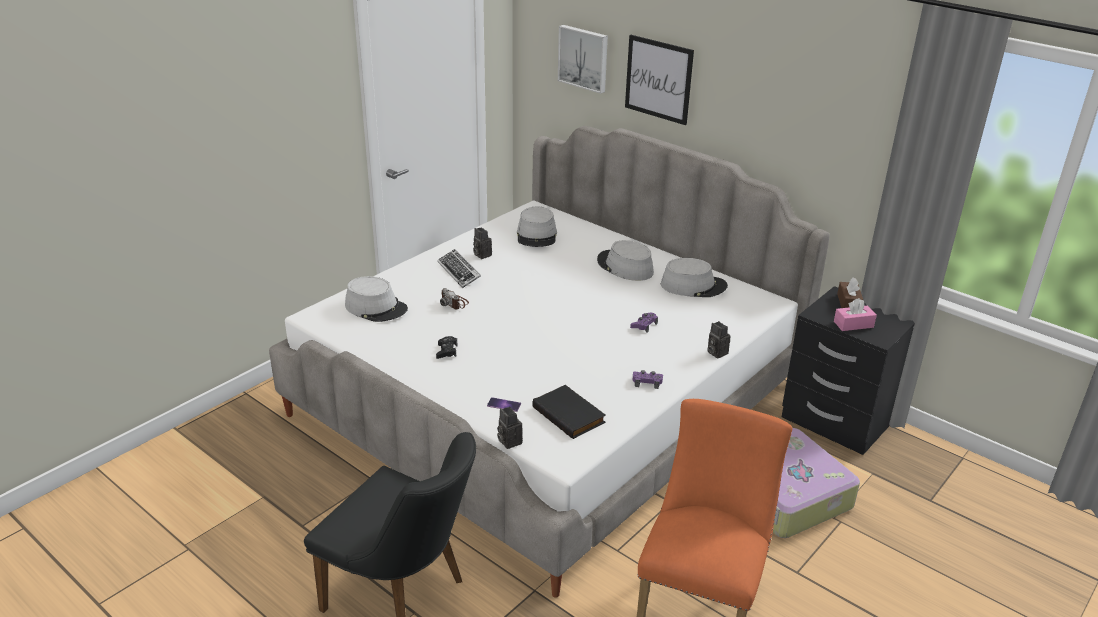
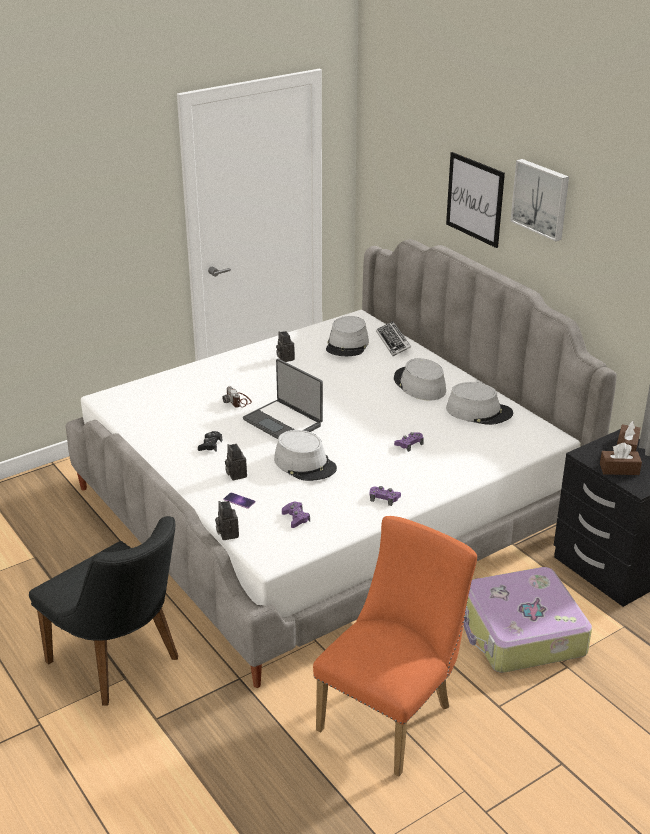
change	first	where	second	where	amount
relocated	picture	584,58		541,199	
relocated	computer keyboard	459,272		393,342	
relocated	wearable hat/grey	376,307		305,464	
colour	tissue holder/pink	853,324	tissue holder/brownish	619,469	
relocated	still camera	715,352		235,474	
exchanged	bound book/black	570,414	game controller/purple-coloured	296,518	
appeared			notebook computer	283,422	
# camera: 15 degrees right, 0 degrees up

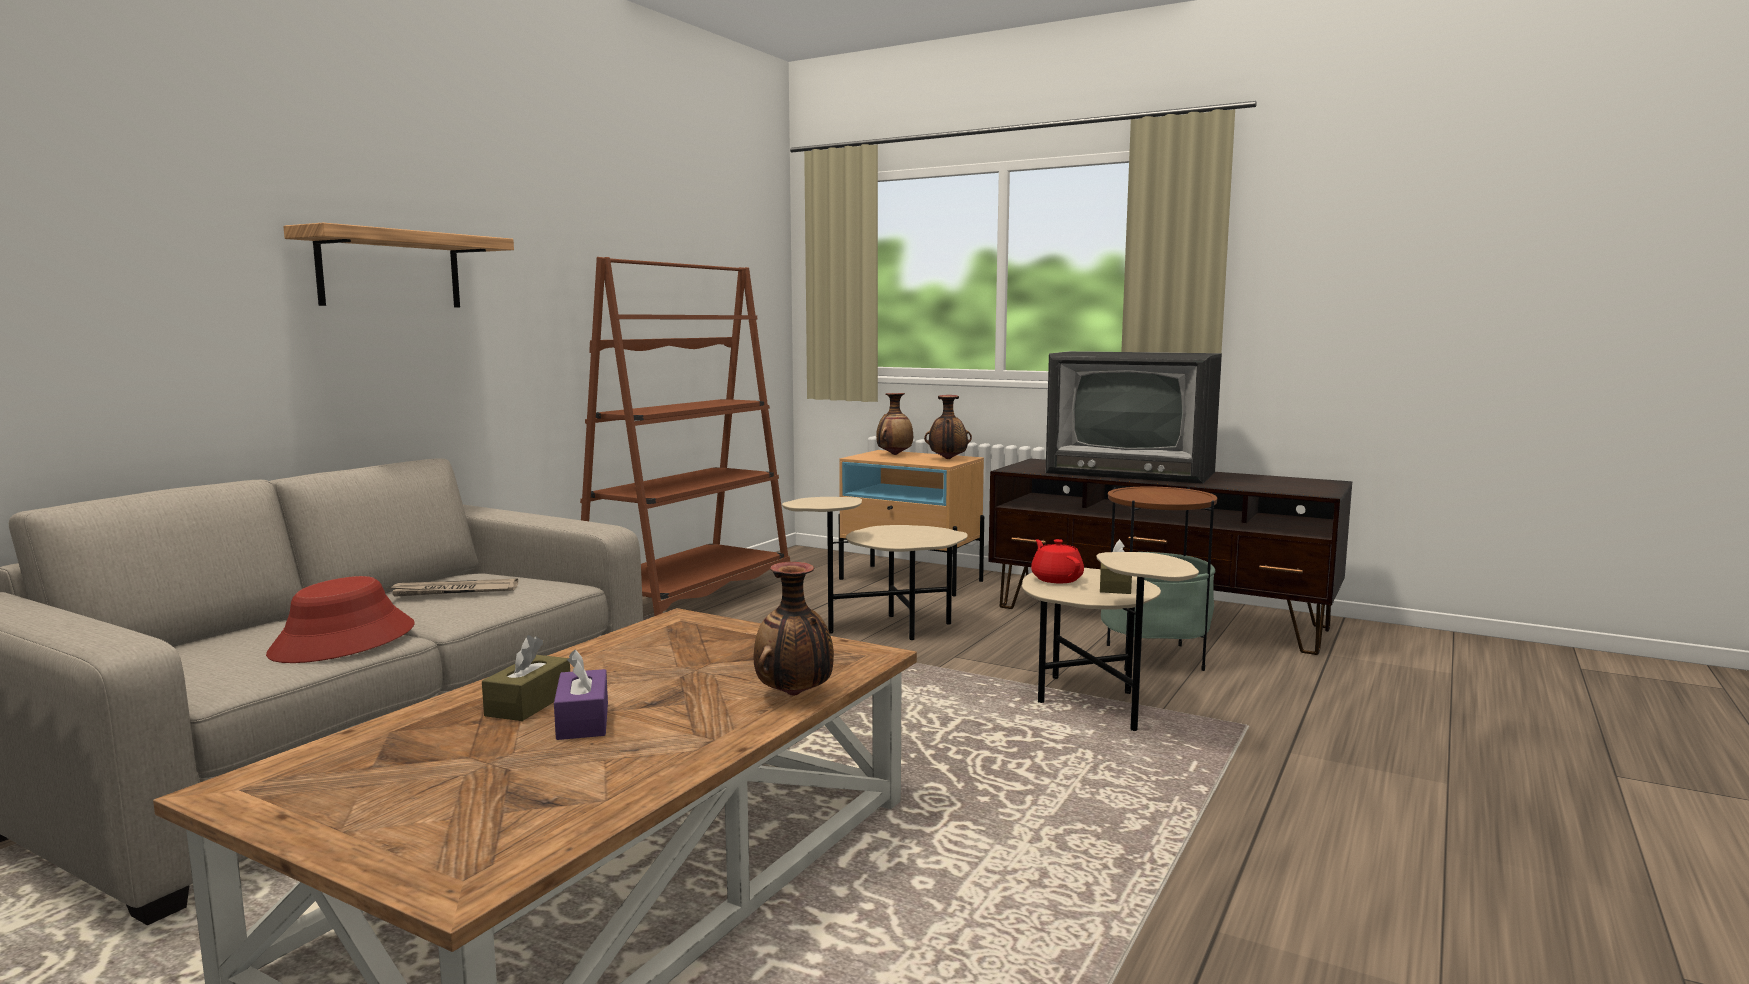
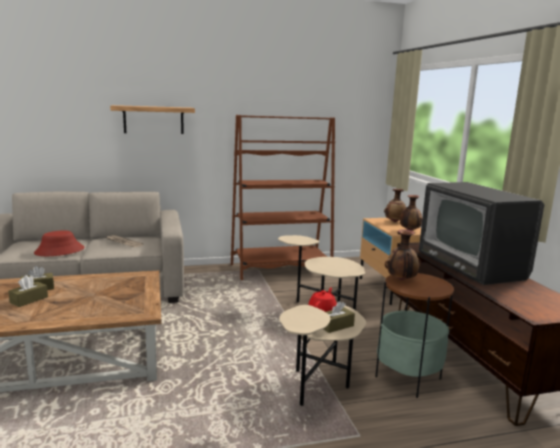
change	first	where	second	where	amount
relocated	flower vase	795,695		401,280	
colour	tissue holder/purple-coloured	583,721	tissue holder/brownish	29,300	
# camera: 45 degrees right, 5 degrees up

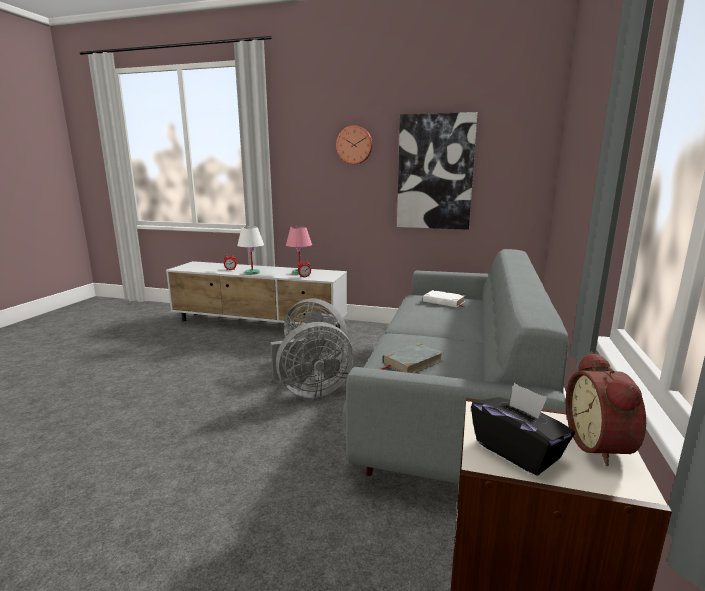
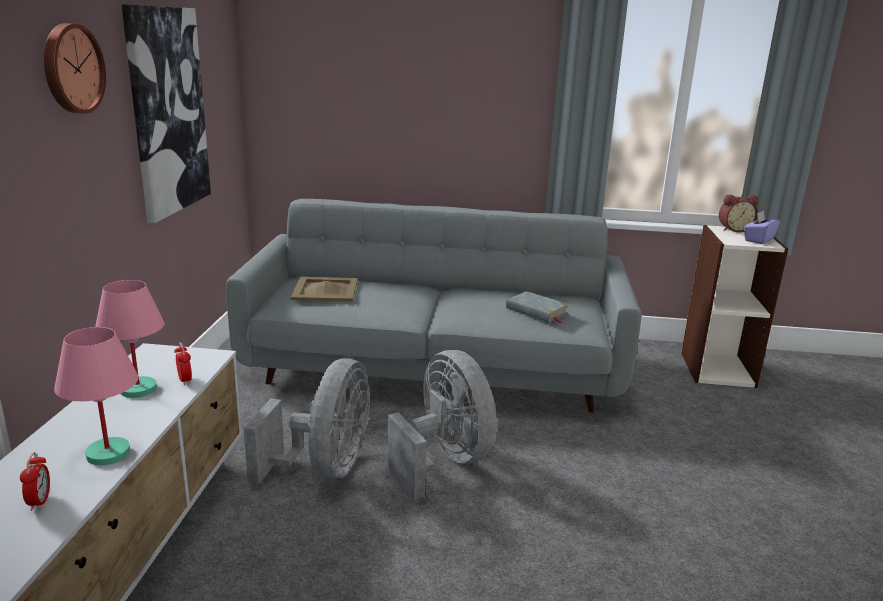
change	first	where	second	where	amount
colour	lamp for a table/whitish	252,273	lamp for a table/pink	109,453	
exchanged	bound book/whitish	444,301	serving tray/sand-coloured	325,290	
colour	tissue holder/black	517,451	tissue holder/purple-coloured	758,240	
# camera: 100 degrees left, 5 degrees up

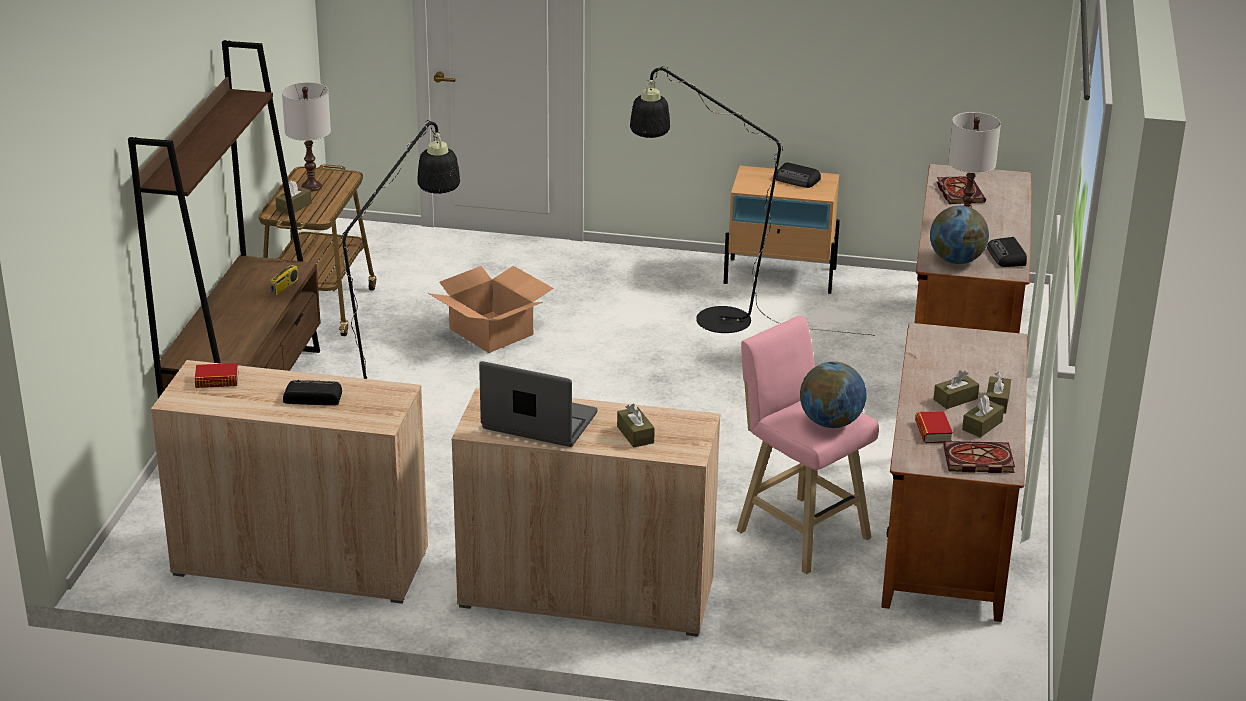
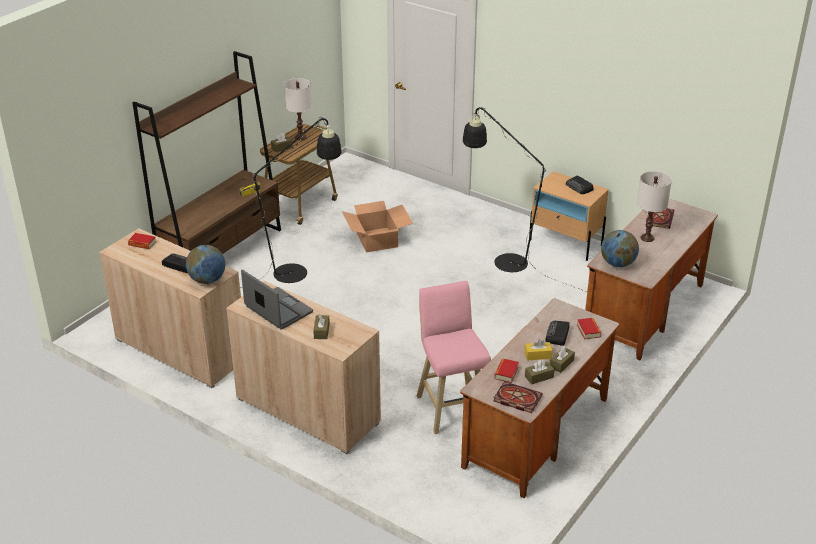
change	first	where	second	where	amount
relocated	radio	1007,257		557,335	
relocated	desk globe	831,423		207,280	
colour	tissue holder/brownish	955,399	tissue holder/yellow	538,355	
appeared			bound book	588,331	
# camera: 25 degrees right, 5 degrees up

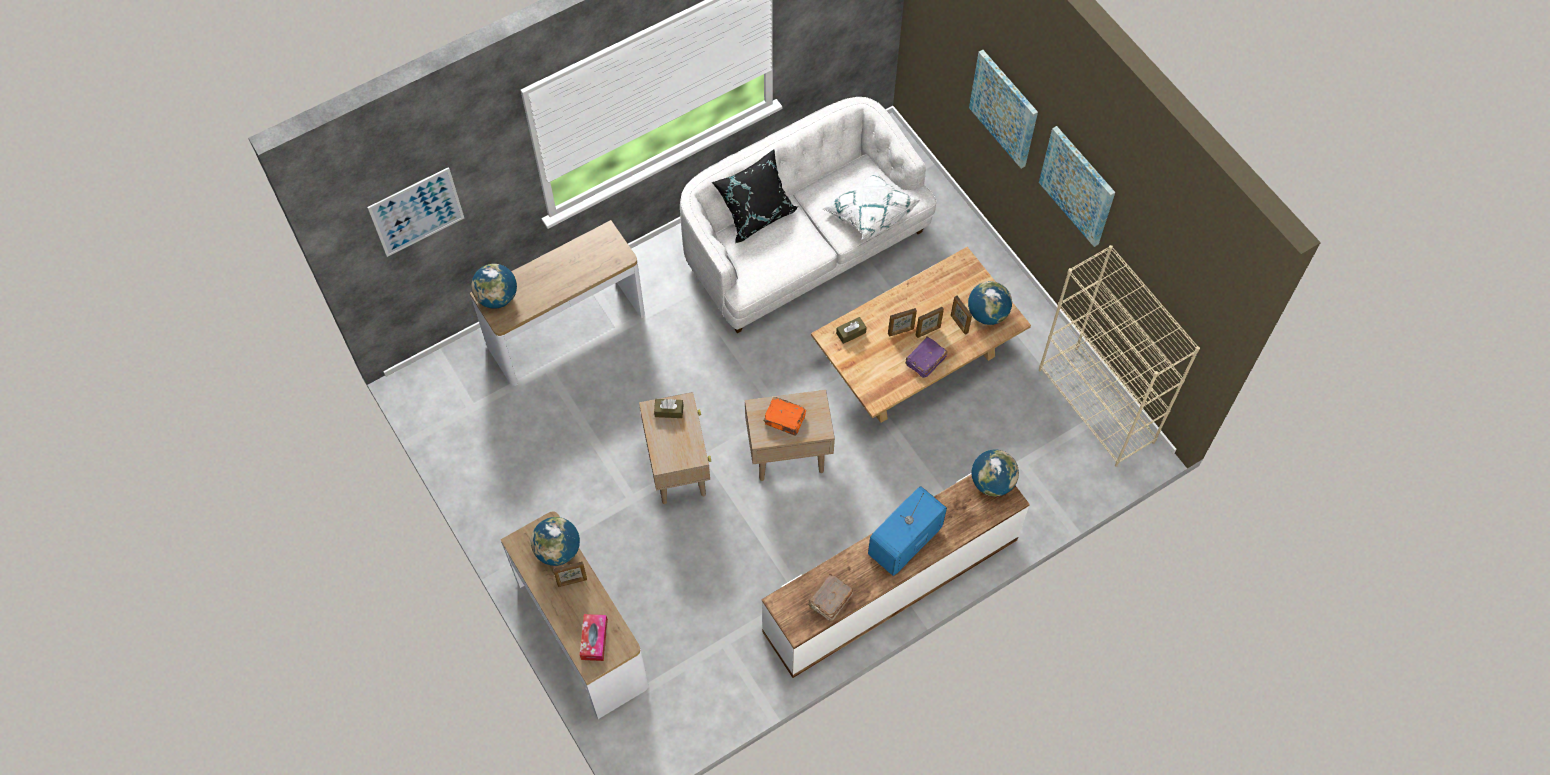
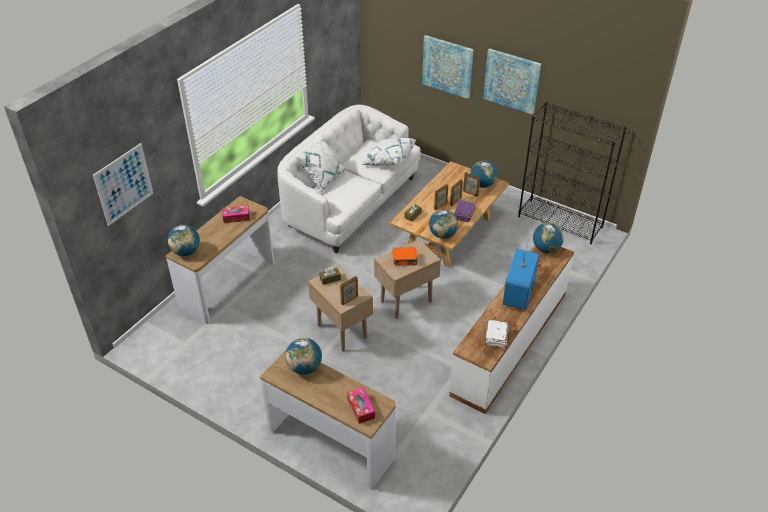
change	first	where	second	where	amount
colour	throw pillow/black	756,213	throw pillow/whitish	322,178	
colour	bookshelf/sand-coloured	1097,406	bookshelf/black	560,222	
relocated	standing frame	572,581		349,300	
colour	bound book/brownish	829,600	bound book/whitish	495,338	
appeared			tissue holder	236,217	
appeared			desk globe	442,234	
# camera: 25 degrees left, 20 degrees down

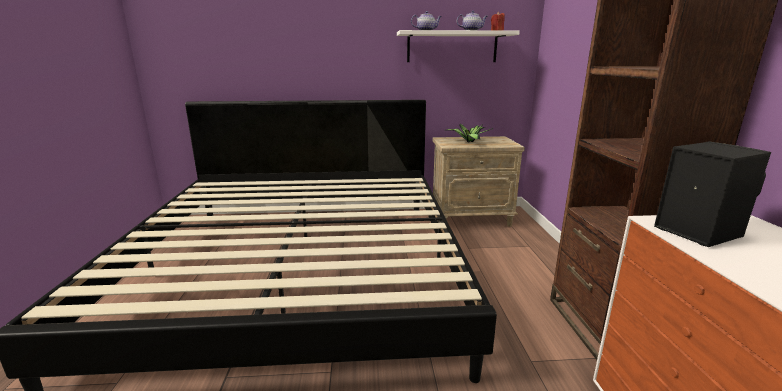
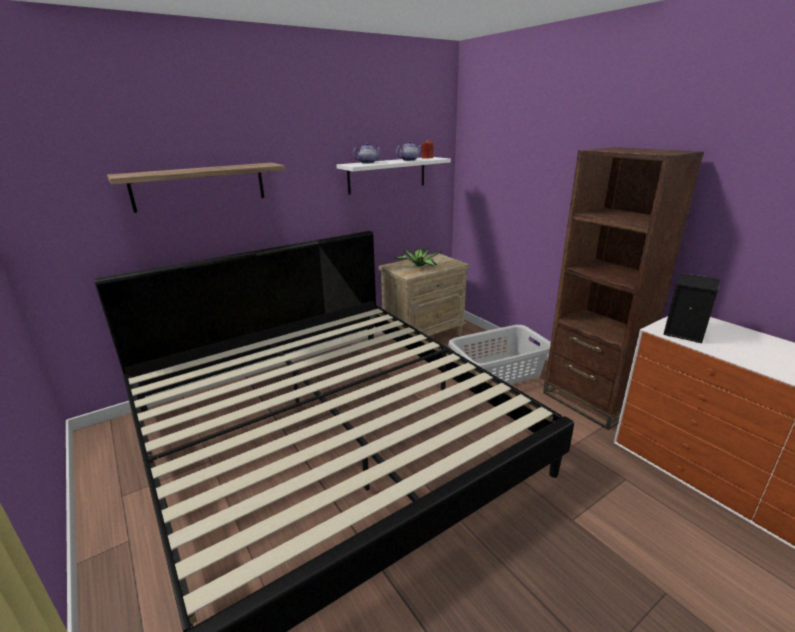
change	first	where	second	where	amount
appeared			shelf	200,186	
appeared			washing basket/grey	499,373	
# camera: 30 degrees left, 5 degrees up

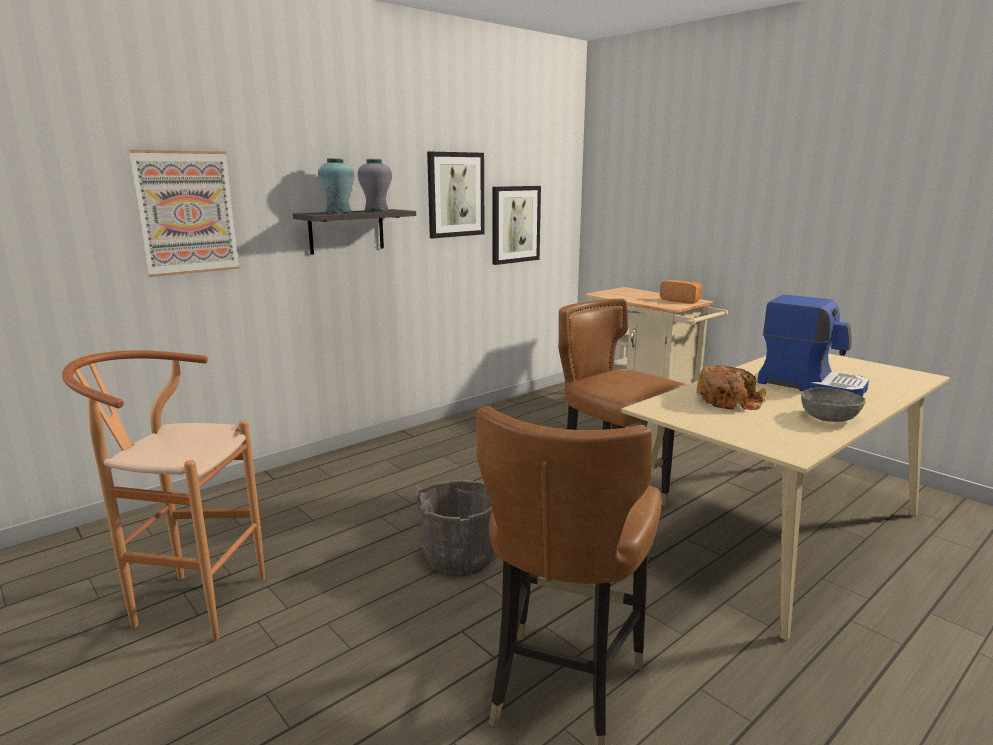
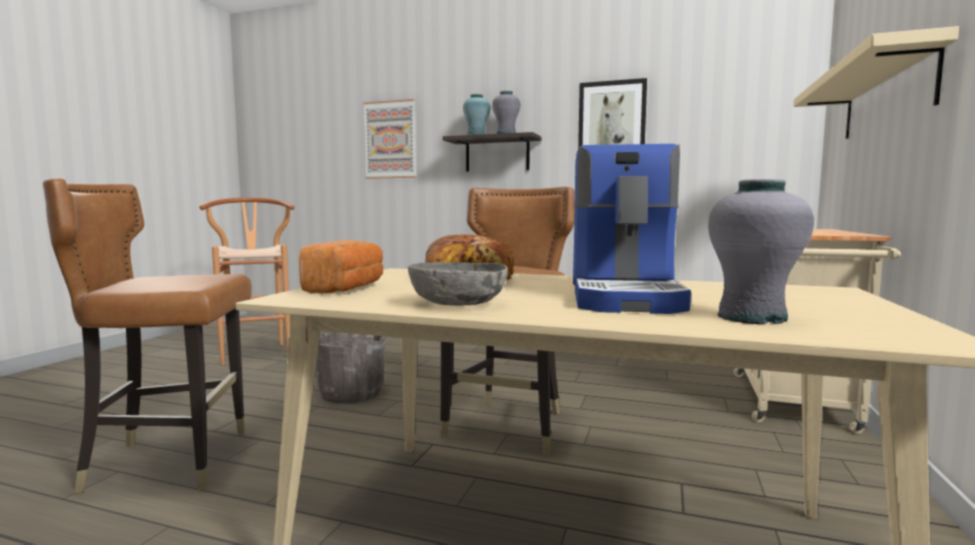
change	first	where	second	where	amount
missing	picture	515,224			
relocated	bakery bread	681,300		347,288	
appeared			shelf/sand-coloured	886,97	
appeared			flower vase/grey	752,317	
# camera: 60 degrees right, 10 degrees down

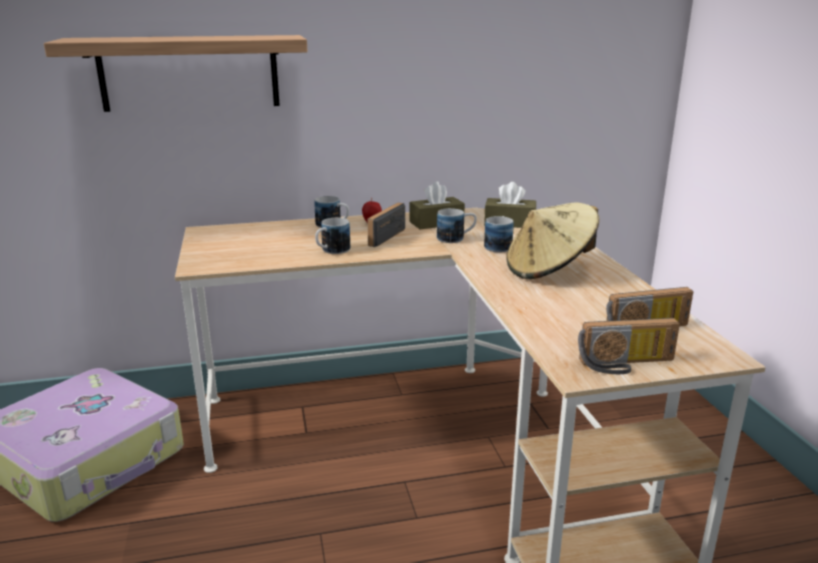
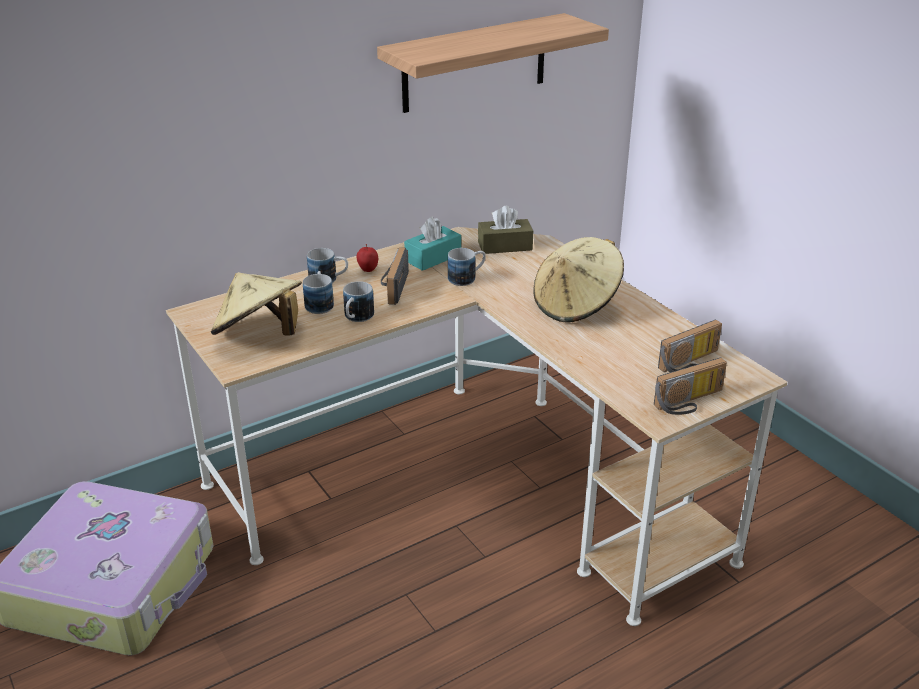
change	first	where	second	where	amount
relocated	shelf	189,73		475,63	
colour	tissue holder/brownish	436,223	tissue holder/turquoise	433,258	
relocated	coffee mug	499,245		319,303	
appeared			wearable hat/sand-coloured	260,335	
# camera: 20 degrees left, 10 degrees up

